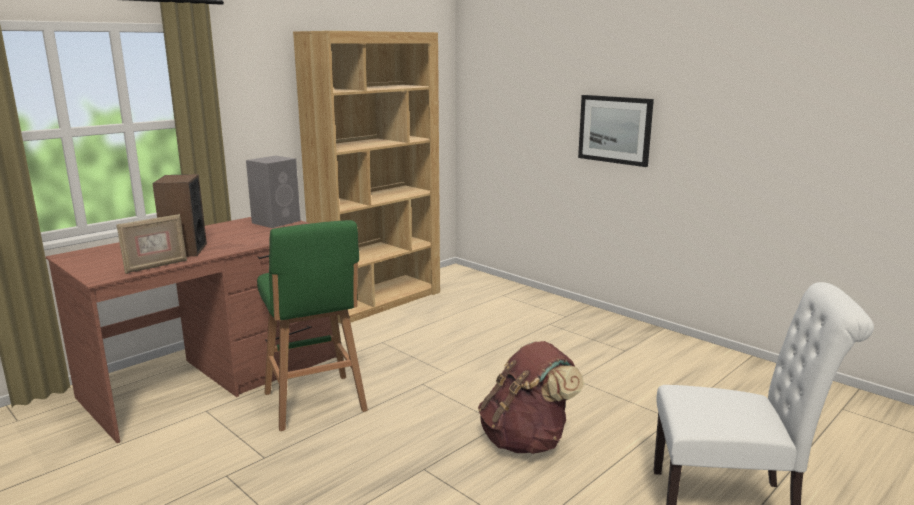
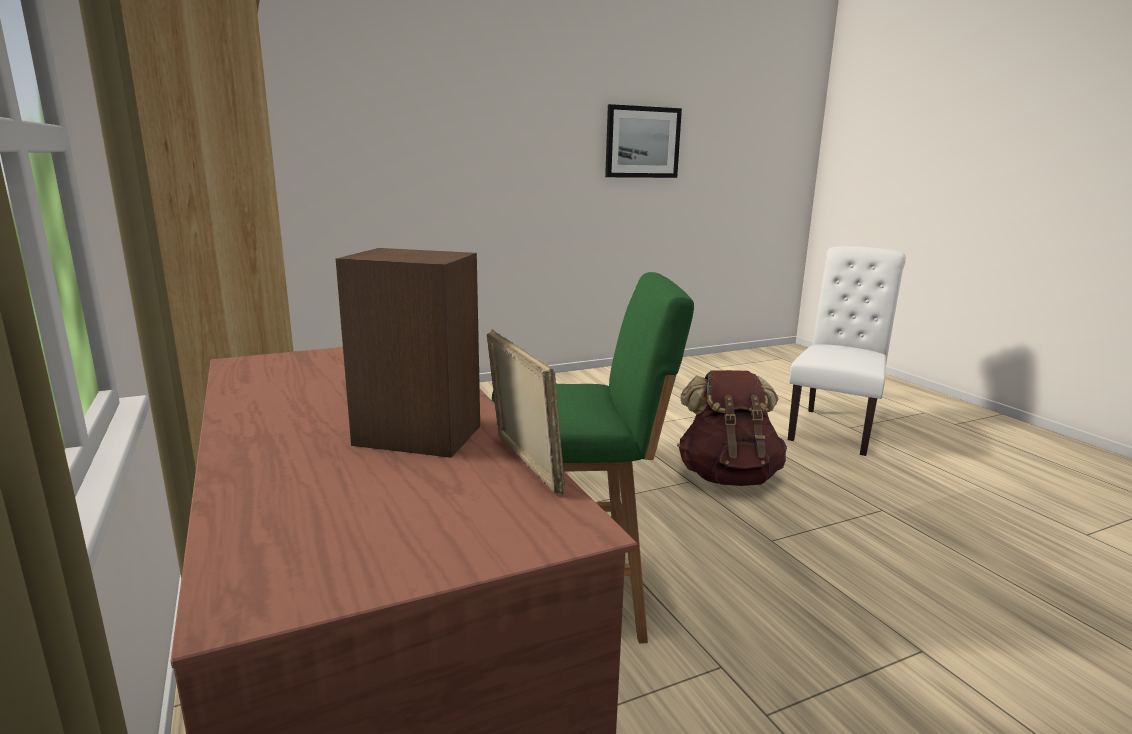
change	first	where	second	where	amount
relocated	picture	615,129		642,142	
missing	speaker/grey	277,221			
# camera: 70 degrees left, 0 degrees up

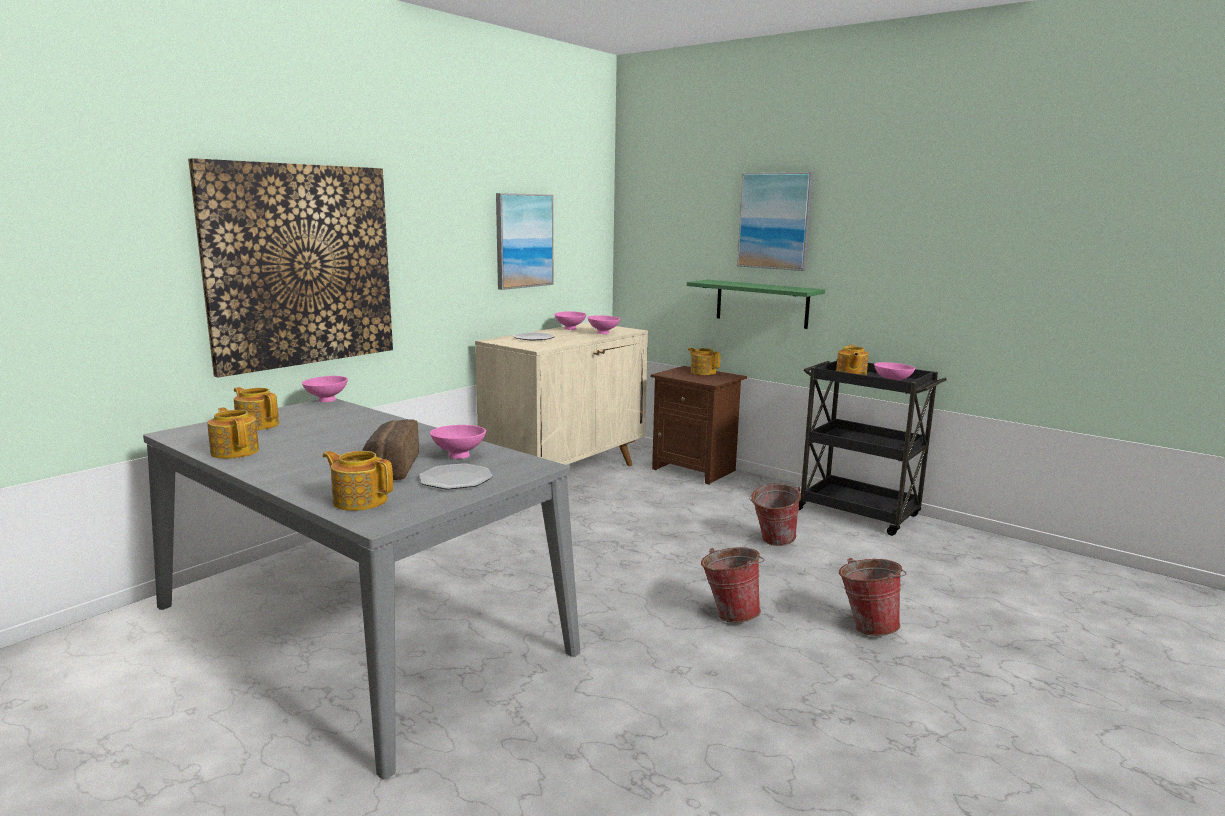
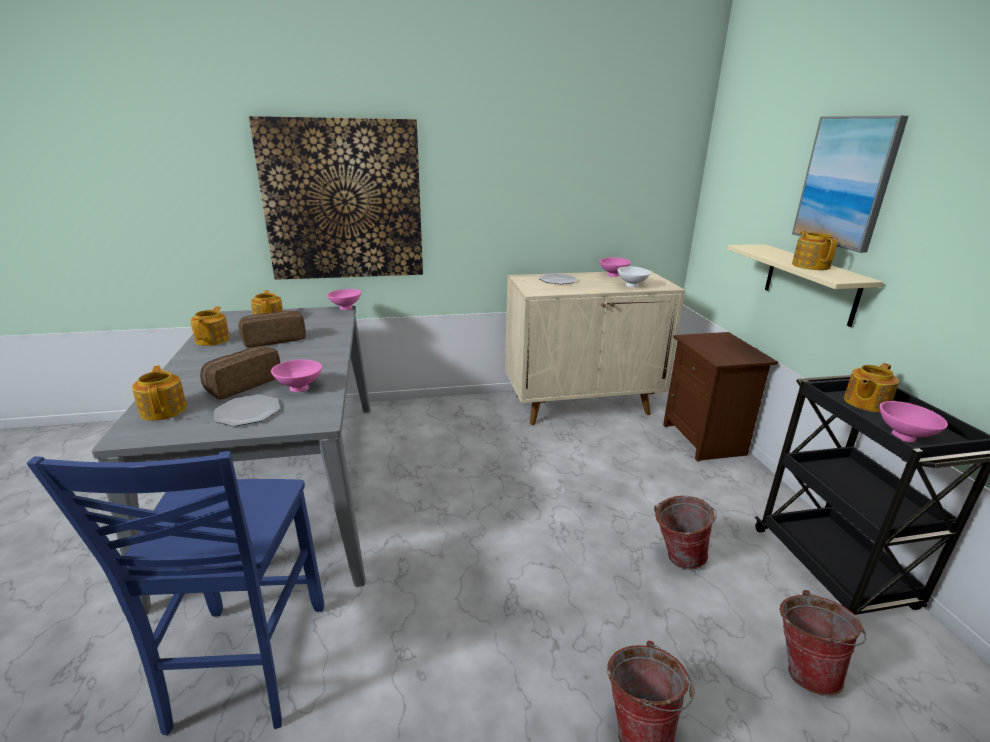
change	first	where	second	where	amount
missing	picture	523,241			
colour	shelf/greenish	761,303	shelf/sand-coloured	810,283	
colour	bowl/pink	603,333	bowl/whitish	632,285	
relocated	teapot	703,372		810,265	
relocated	water bucket	729,613		804,667	
appeared			bakery bread	274,339	
appeared			plain chair/blue-coloured	246,666	
# camera: 40 degrees right, 10 degrees up

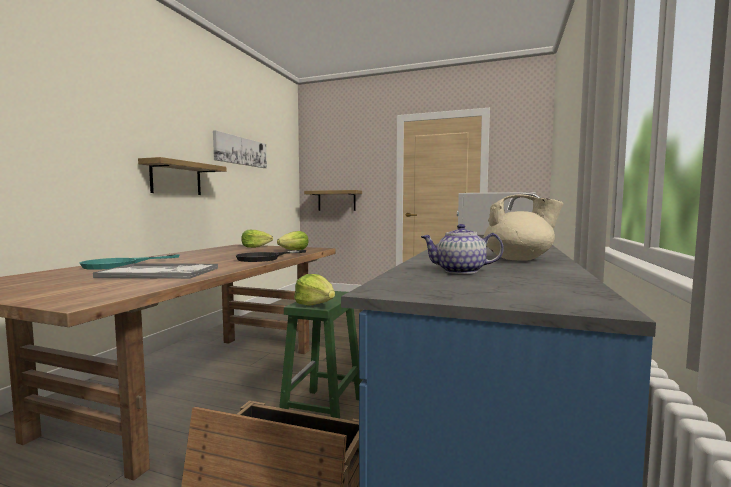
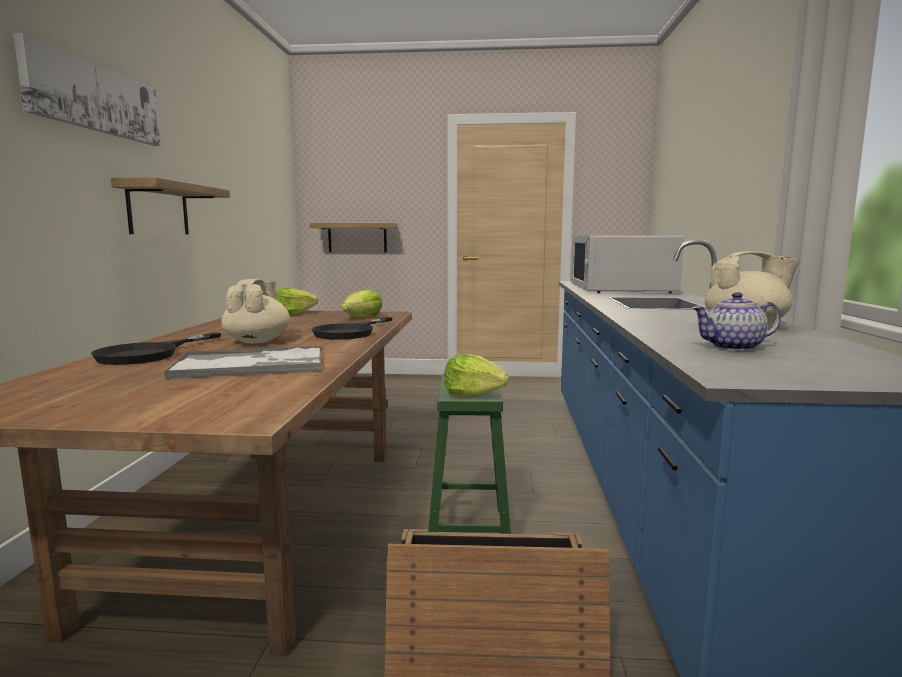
change	first	where	second	where	amount
relocated	picture	240,151		95,99	
colour	pan/turquoise	120,264	pan/black	149,354	
appeared			teapot/sand-coloured	258,341	
# camera: 15 degrees left, 5 degrees up

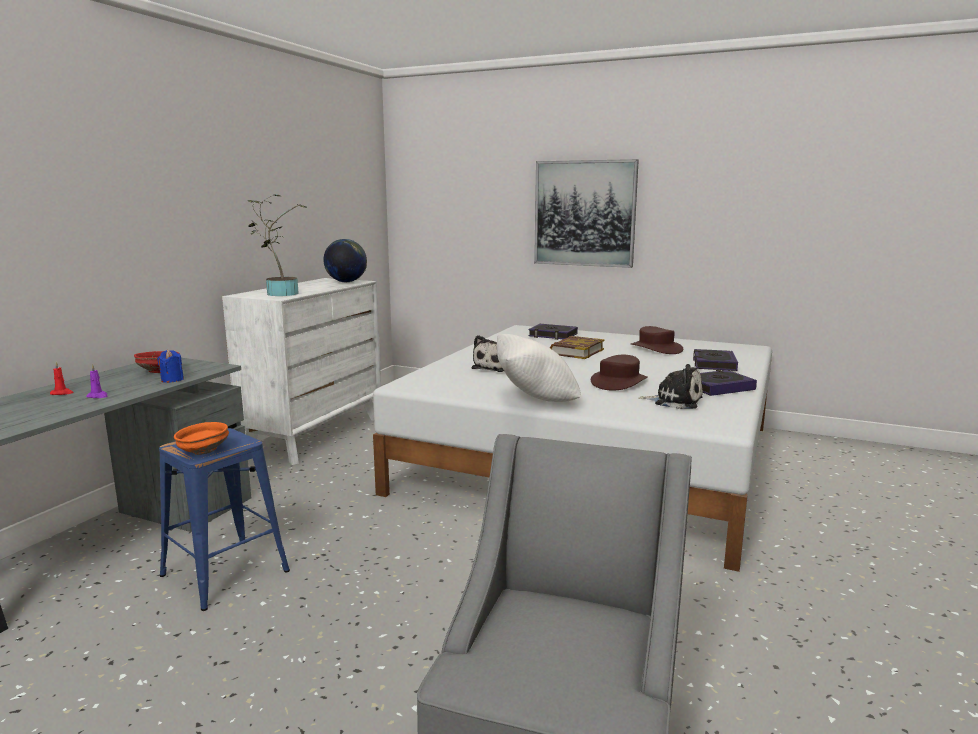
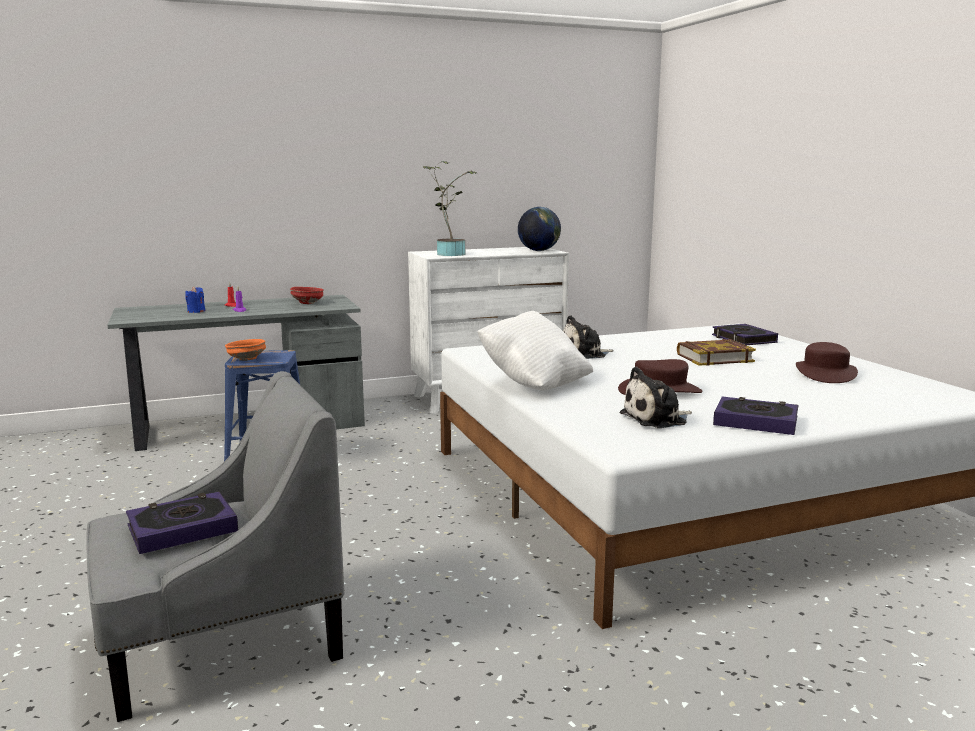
change	first	where	second	where	amount
missing	picture	584,213			
relocated	bound book	714,364		182,529	
relocated	candle/blue-coloured	172,379		196,311	
spun	plush toy	674,401		657,419	90 degrees clockwise
# camera: 45 degrees right, 0 degrees up

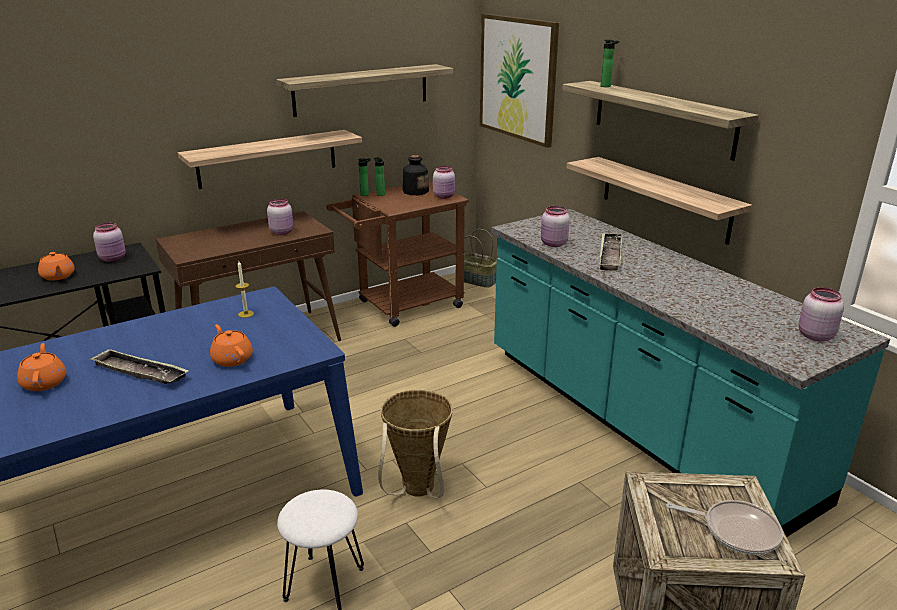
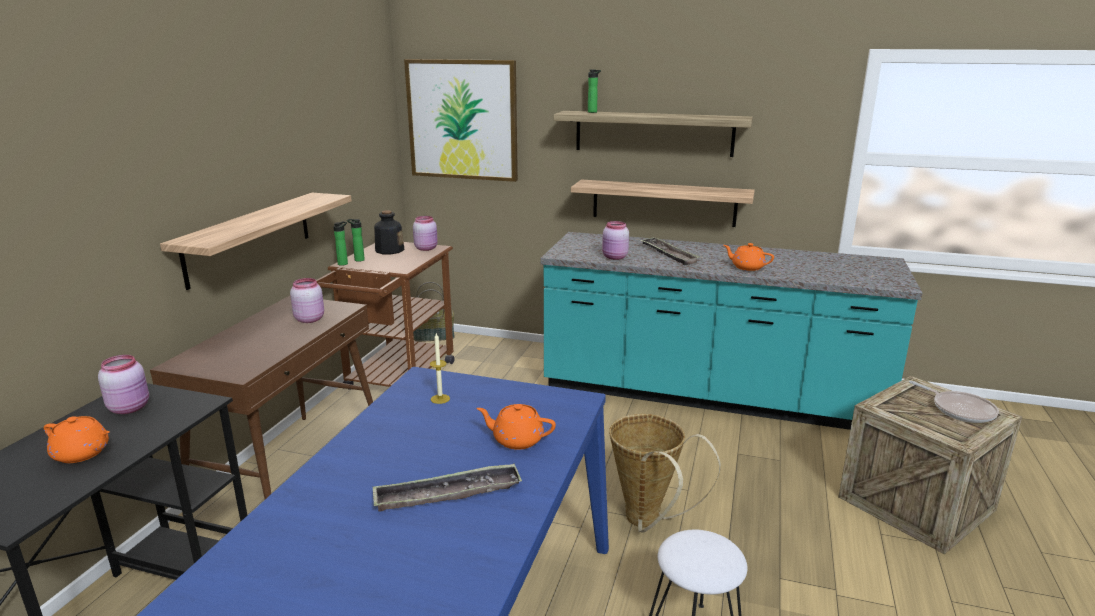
change	first	where	second	where	amount
missing	shelf	361,90			
missing	storage jar/pink	814,335			
relocated	teapot/orangey	44,382		747,267	
spun	pan	736,531		959,410	75 degrees clockwise
# camera: 40 degrees left, 5 degrees down

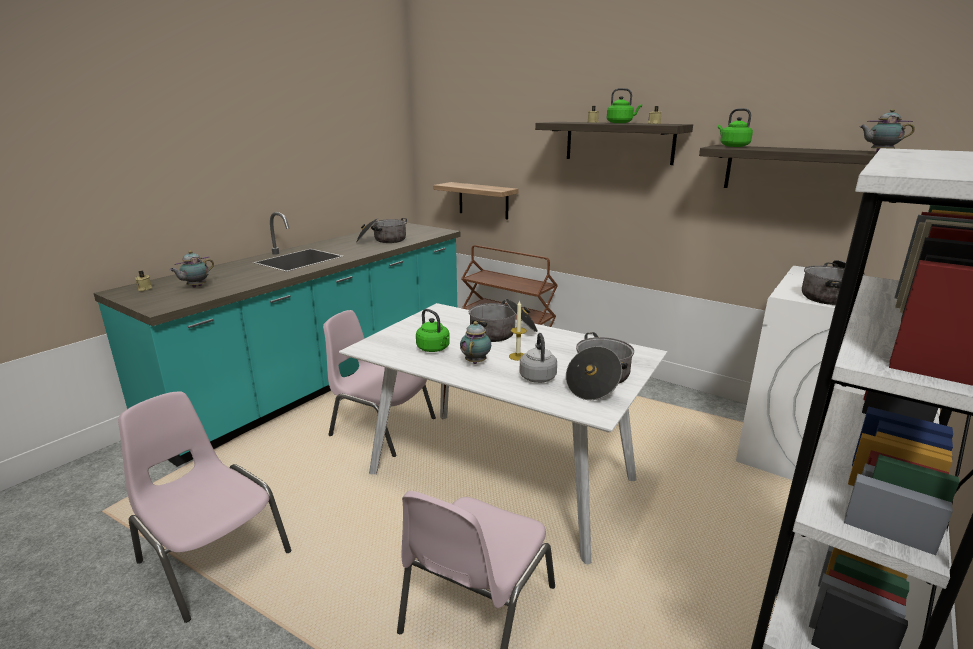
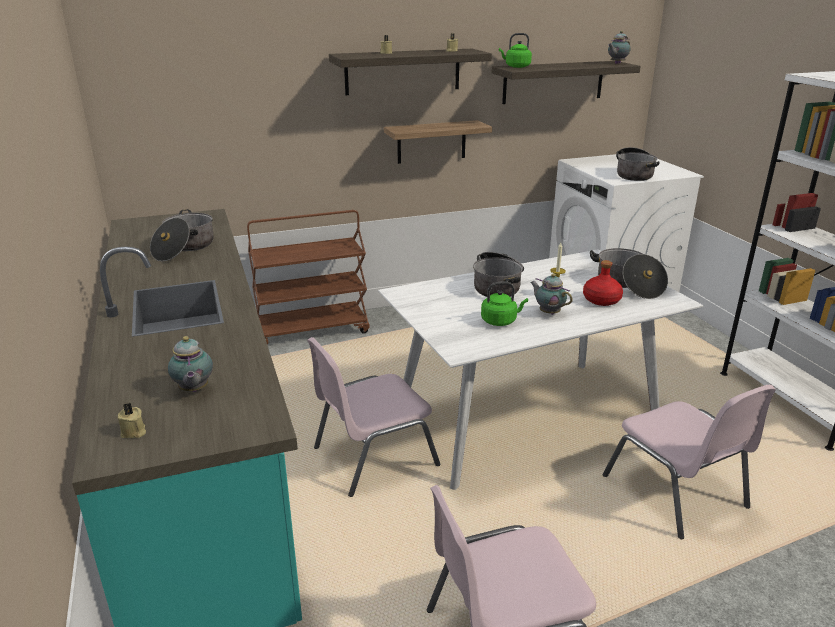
change	first	where	second	where	amount
missing	water kettle/greenish	621,123			
relocated	shelf	483,200		431,142	
exchanged	water kettle/grey	537,376	drink bottle/reddish	601,300	
# camera: 55 degrees left, 5 degrees up

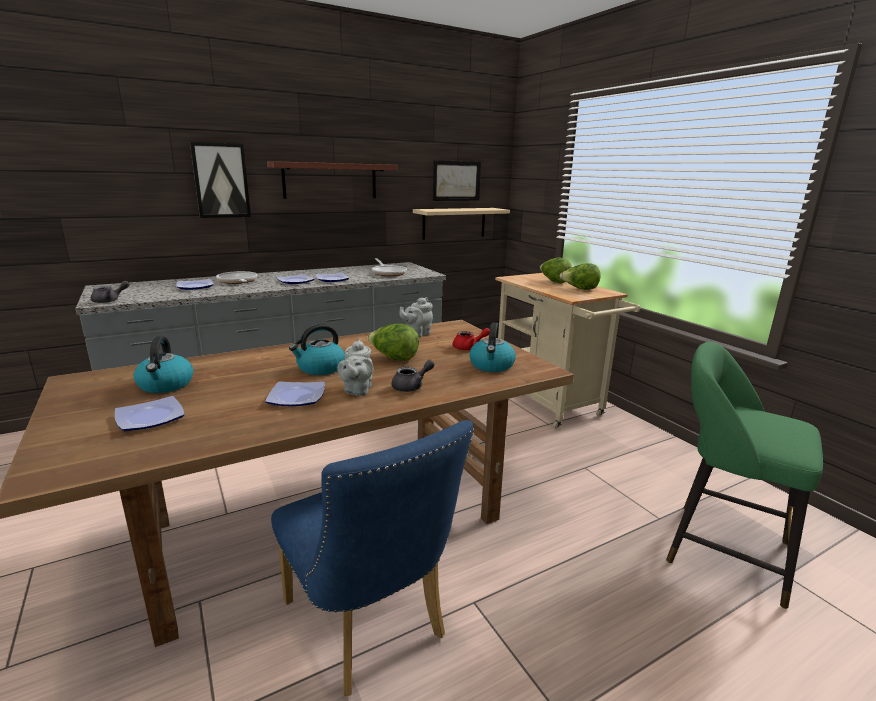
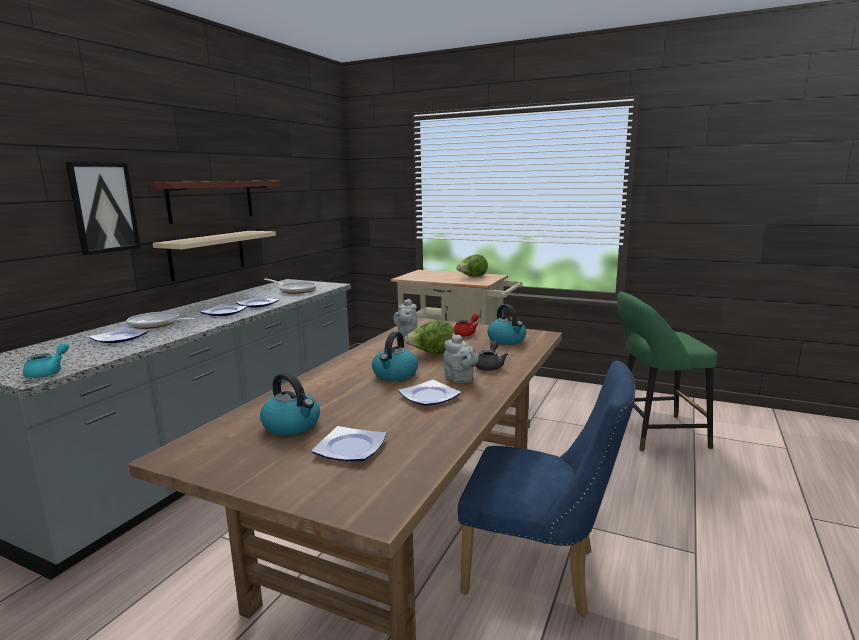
change	first	where	second	where	amount
missing	picture	456,181			
relocated	shelf/sand-coloured	454,223		207,254	
missing	head of lettuce	554,281			
colour	teapot/grey	110,300	teapot/turquoise	49,372	
# camera: 35 degrees left, 5 degrees down

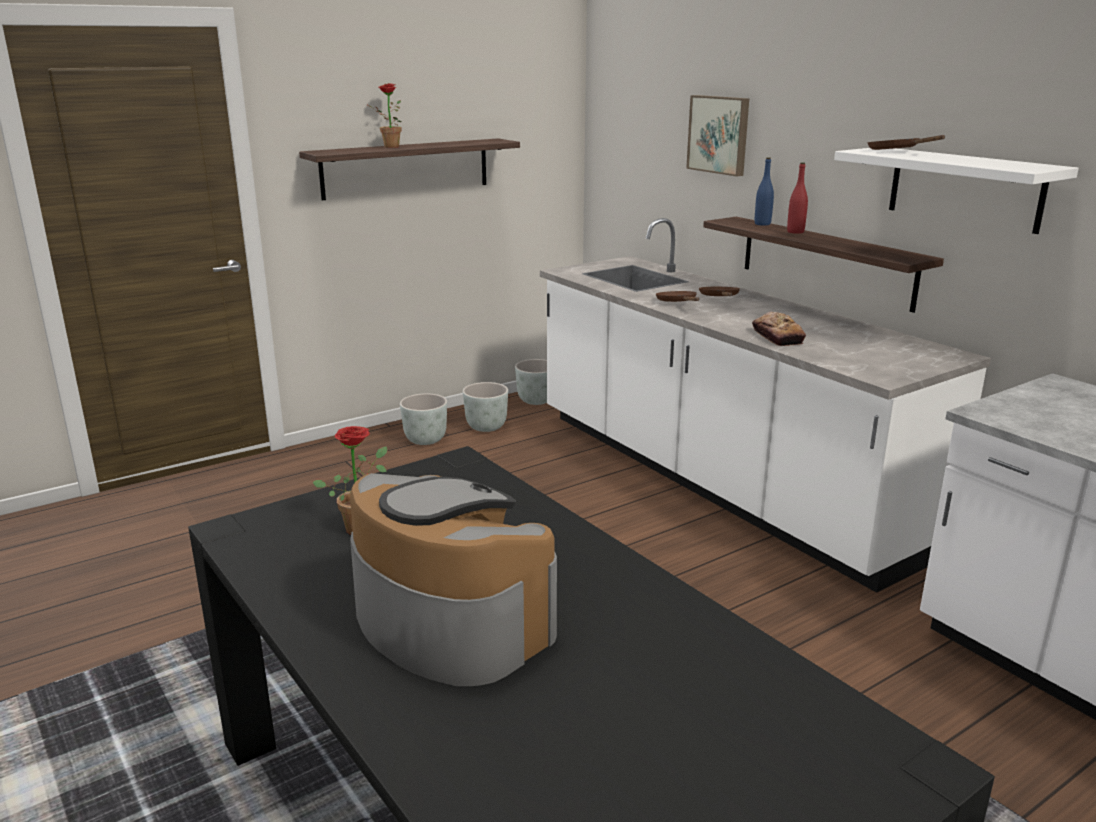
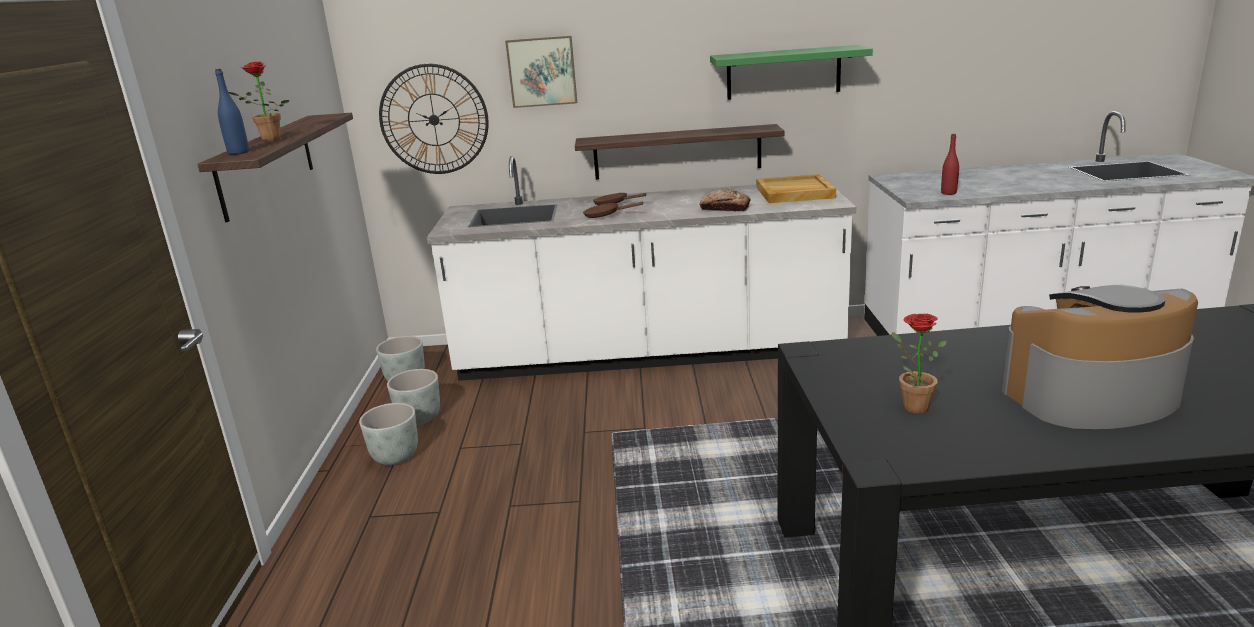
change	first	where	second	where	amount
missing	pan/brownish	897,151			
colour	shelf/whitish	964,188	shelf/greenish	783,73	
relocated	drink bottle/blue-coloured	762,224		238,153	
relocated	drink bottle/reddish	795,232		948,193	
appeared			wall clock	434,120	
appeared			serving tray/sand-coloured	794,192	
# camera: 55 degrees left, 0 degrees up

